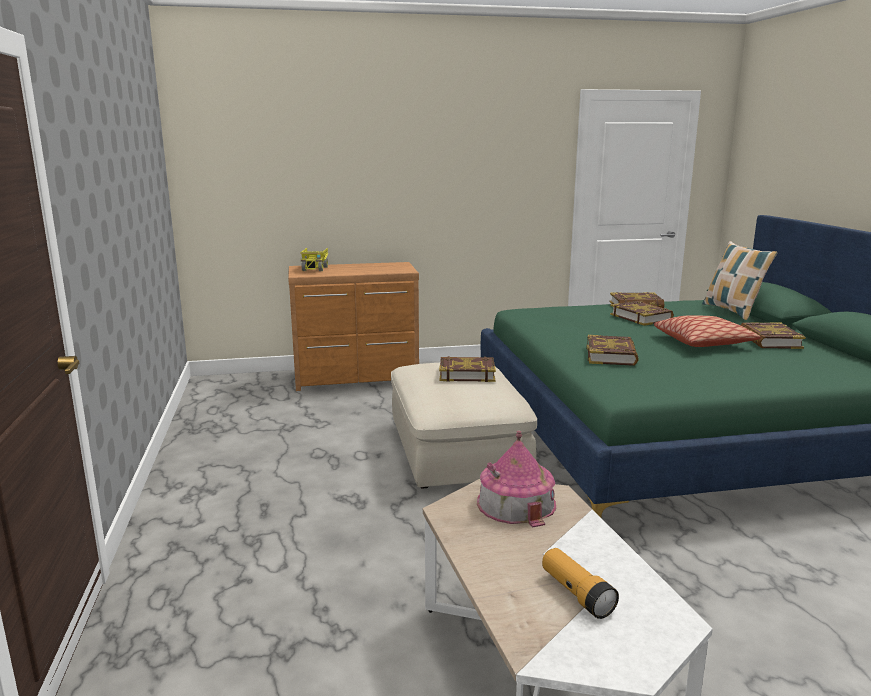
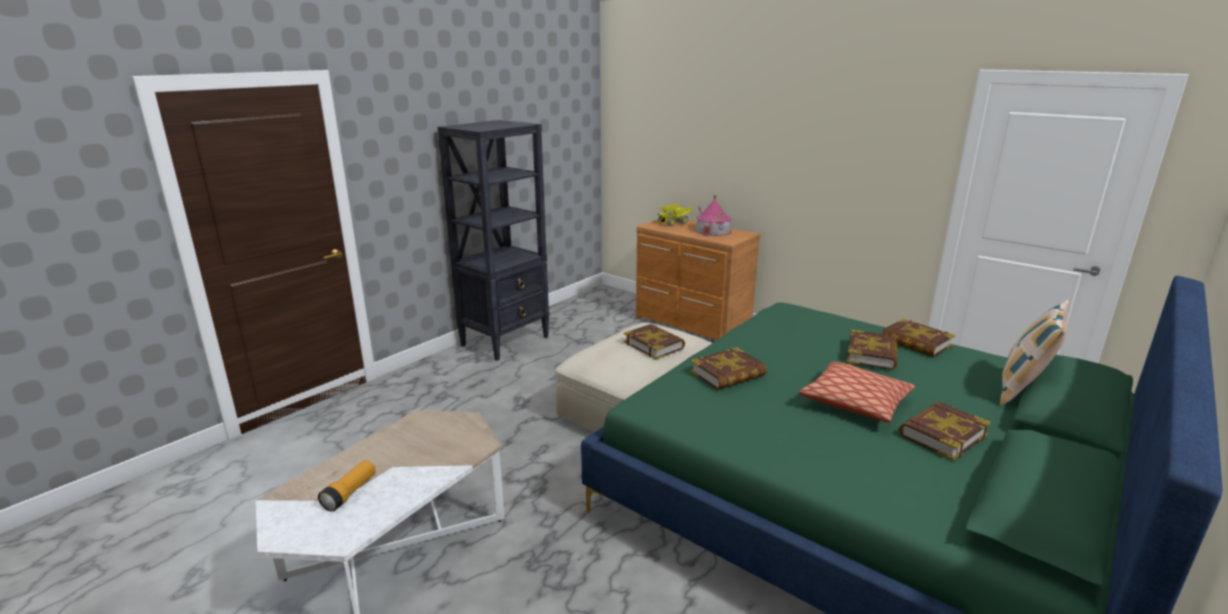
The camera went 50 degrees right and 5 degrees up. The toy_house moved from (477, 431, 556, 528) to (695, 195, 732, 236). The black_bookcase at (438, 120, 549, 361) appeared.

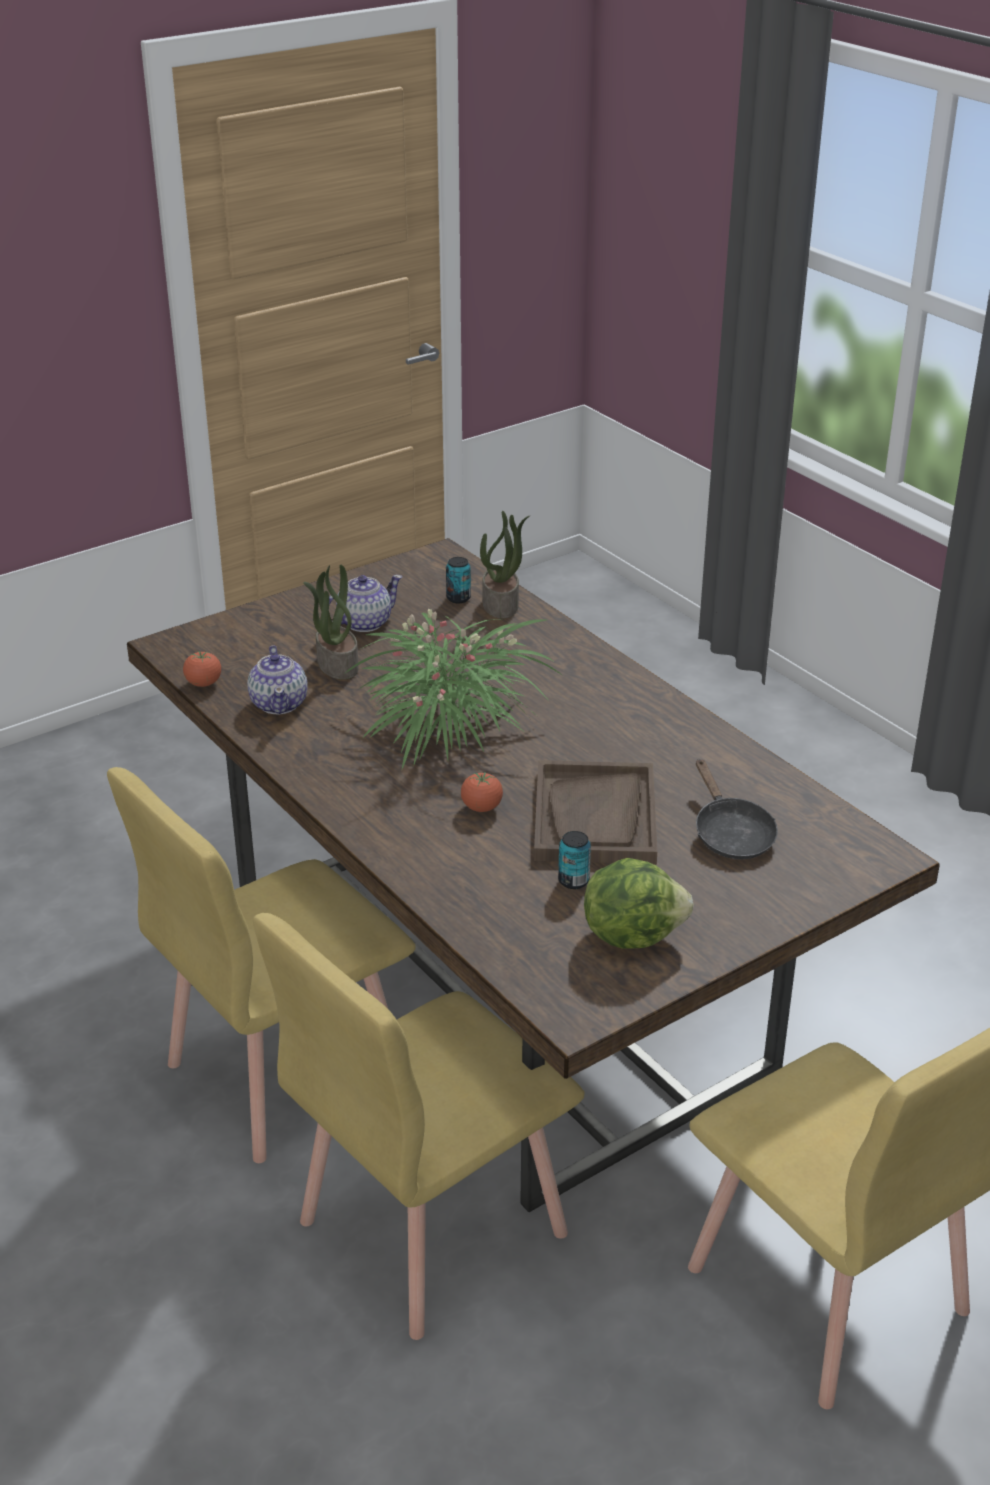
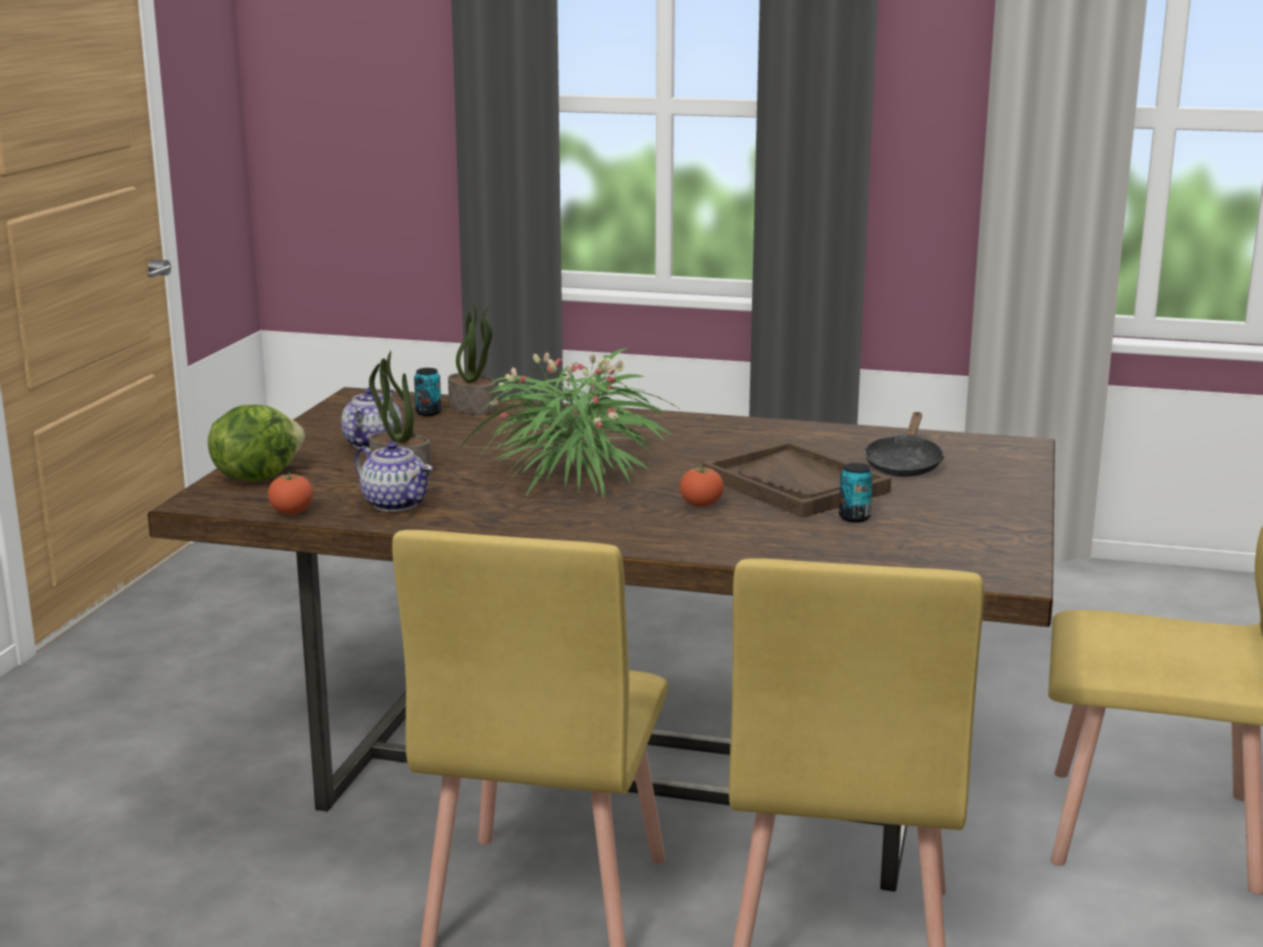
The camera went 40 degrees left and 15 degrees down. The lettuce moved from (584, 858, 694, 949) to (208, 405, 305, 482). The black_frying_pan at (696, 759, 778, 859) turned 75 degrees clockwise.

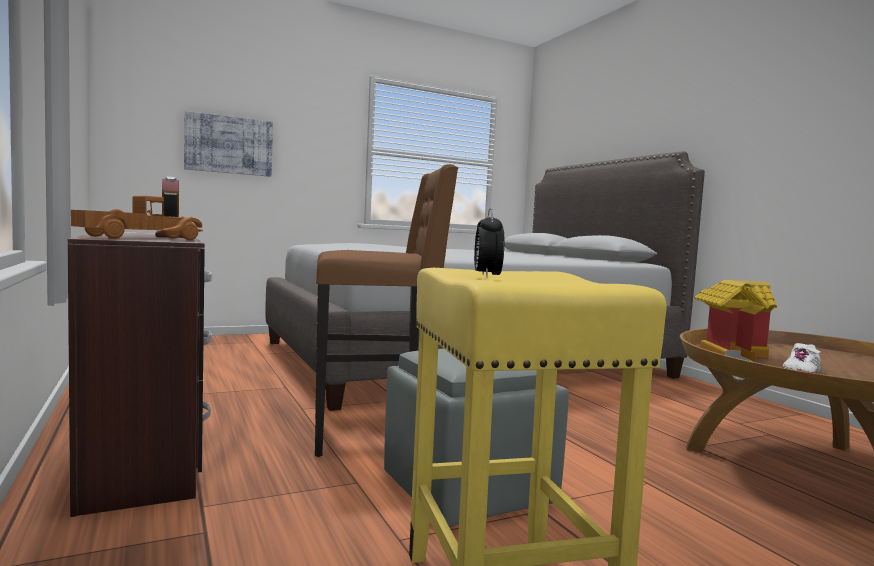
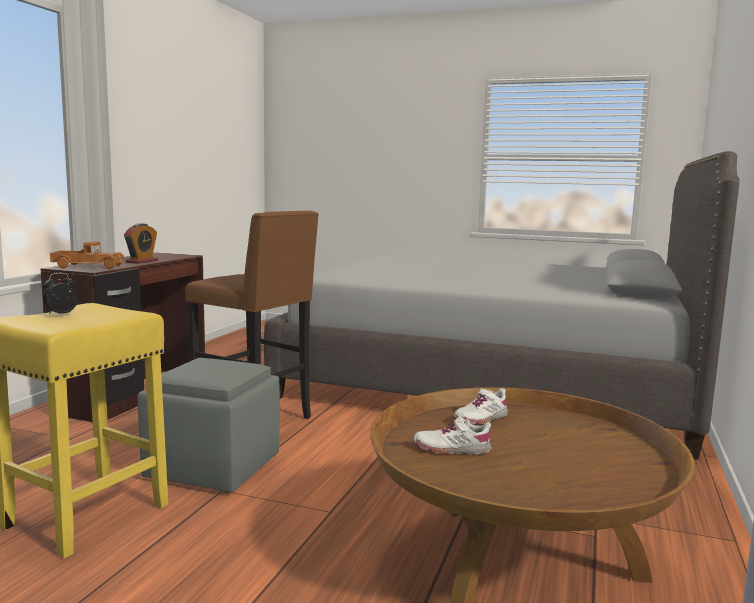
The camera went 45 degrees right and 5 degrees up. The picture at (184, 111, 273, 177) disappeared. The toy_house at (694, 280, 777, 362) was replaced by the white_shoe at (454, 388, 508, 424).

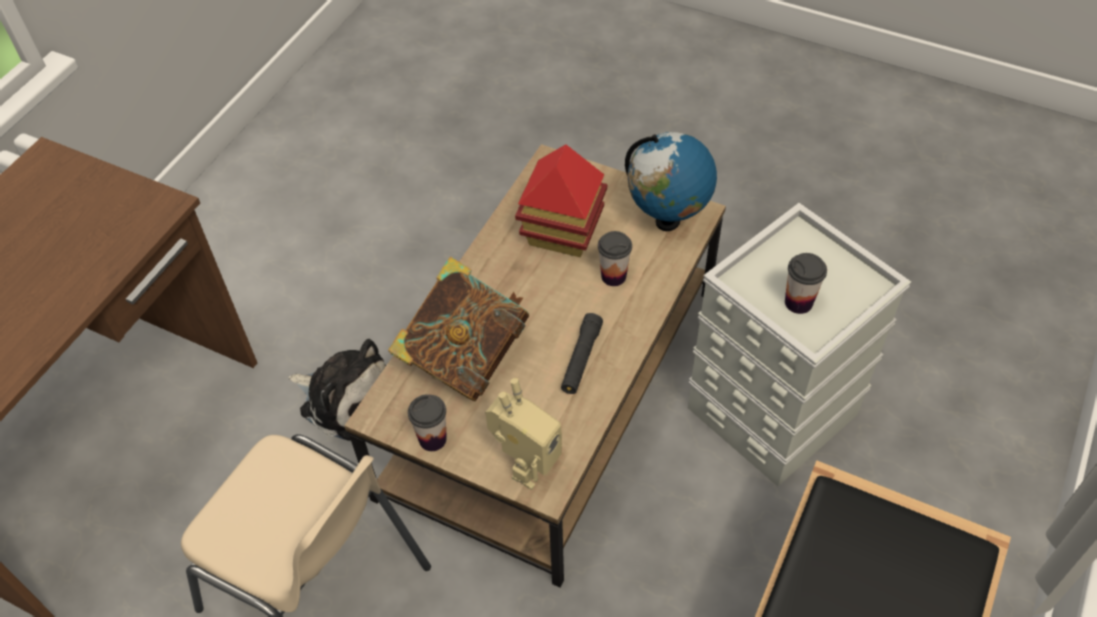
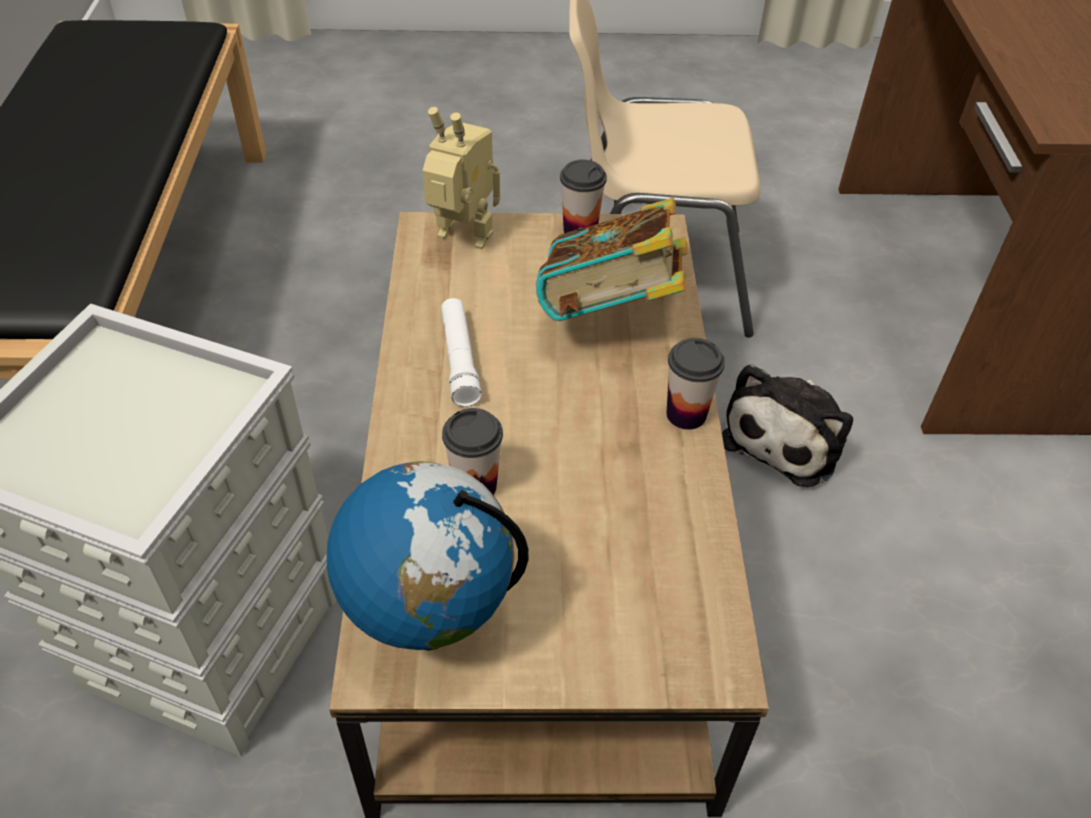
The camera went 150 degrees right and 5 degrees down. The plush_toy at (288, 339, 386, 441) turned 60 degrees counterclockwise. The toy_robot at (485, 378, 562, 490) turned 105 degrees clockwise. The toy_house at (515, 144, 607, 257) disappeared. The black_flashlight at (561, 313, 603, 394) became the white_flashlight at (441, 298, 482, 407). The cup moved from (785, 253, 827, 314) to (667, 338, 725, 430).

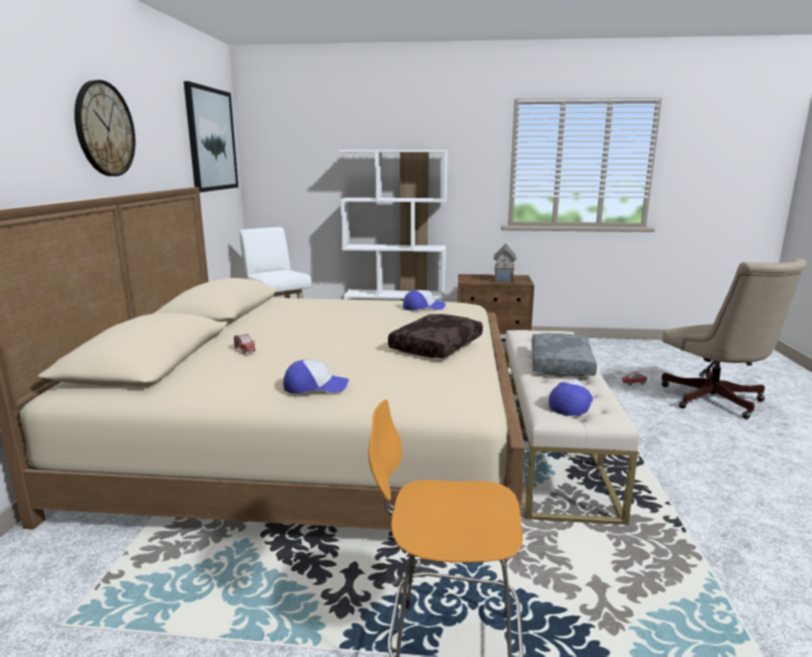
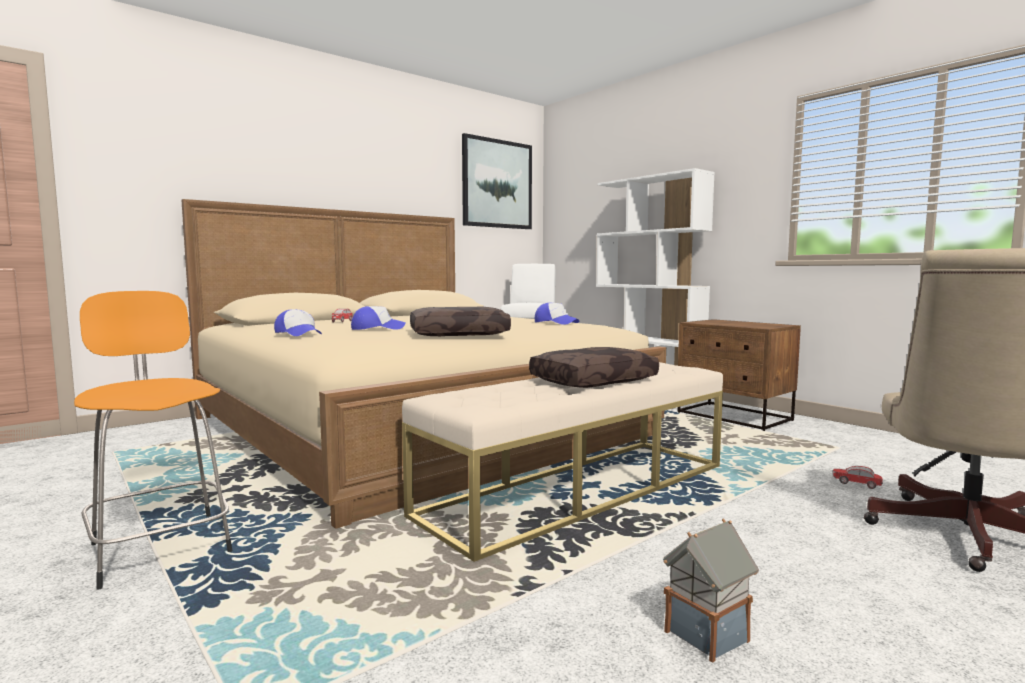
The camera went 45 degrees right and 10 degrees down. The wall_clock at (74, 80, 135, 176) disappeared. The toy_house moved from (494, 243, 516, 283) to (663, 518, 759, 663). The grey_pillow at (532, 333, 597, 376) became the brown_pillow at (529, 347, 659, 388). The cap moved from (549, 379, 593, 416) to (351, 306, 406, 330).

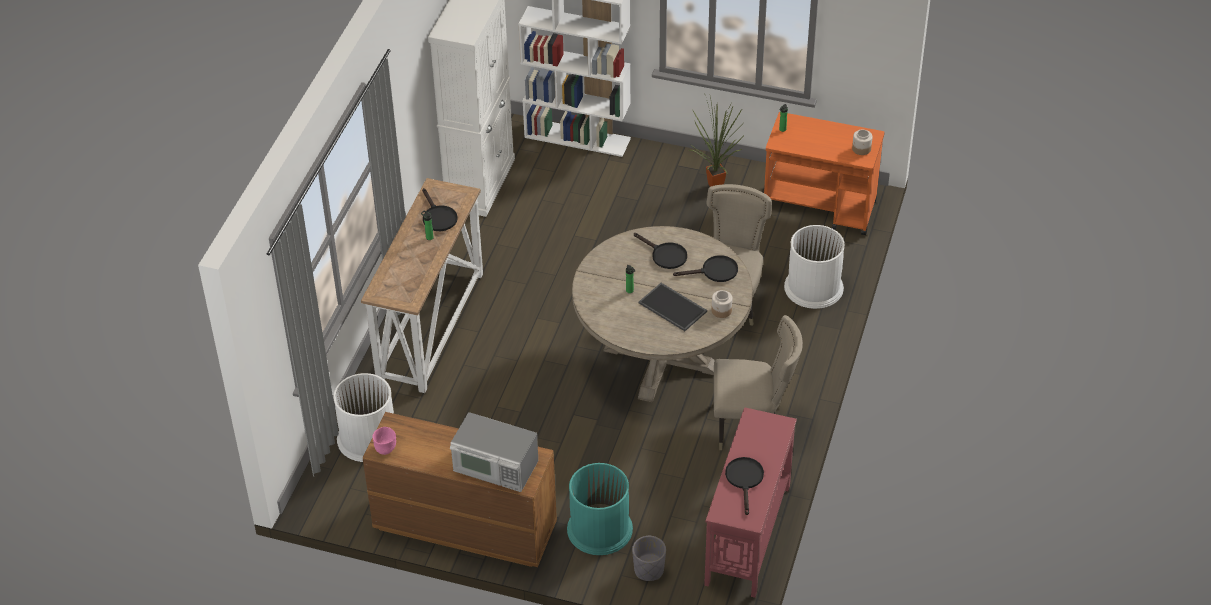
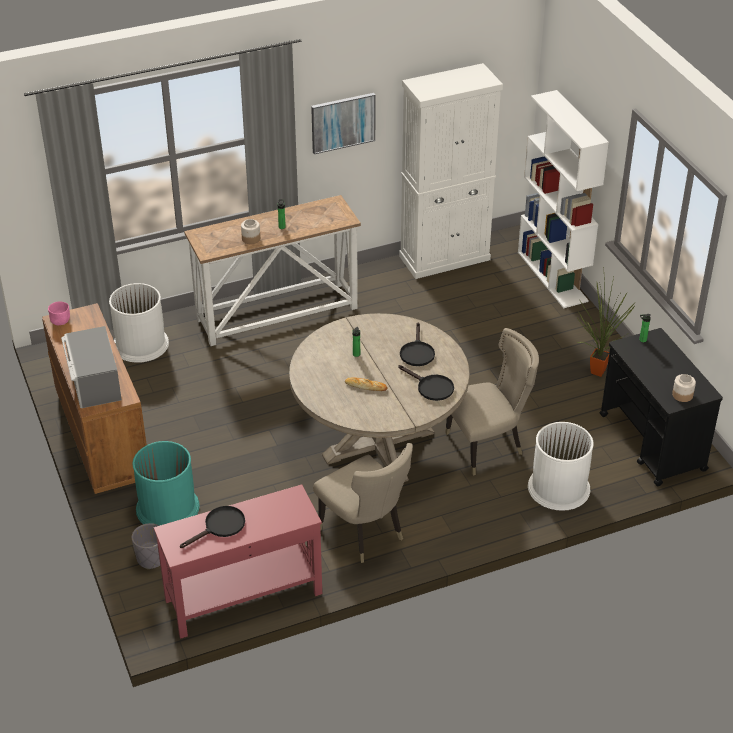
The camera went 50 degrees right and 5 degrees down. The black_frying_pan at (422, 188, 458, 231) disappeared. The tray at (639, 283, 707, 331) was replaced by the bread at (345, 378, 387, 391). The jar moved from (712, 290, 733, 318) to (241, 219, 260, 244). The orange_cart at (764, 112, 885, 236) became the black_cart at (600, 328, 723, 486). The picture at (311, 93, 376, 154) appeared.

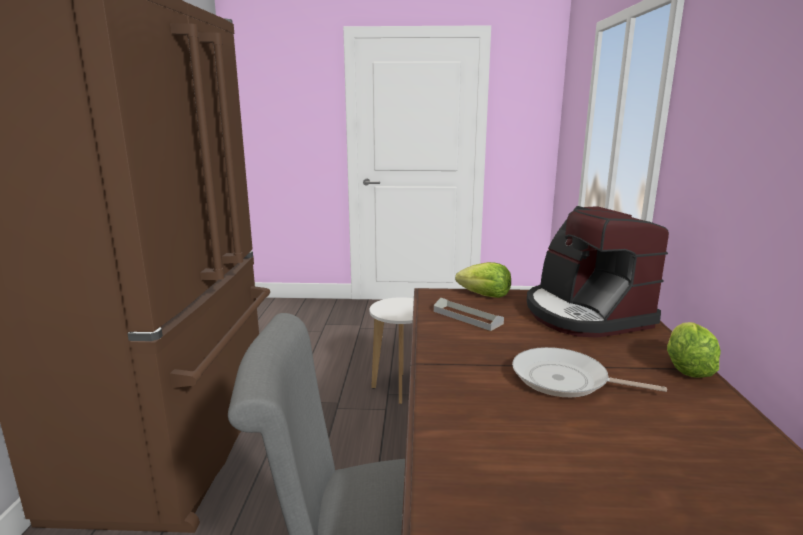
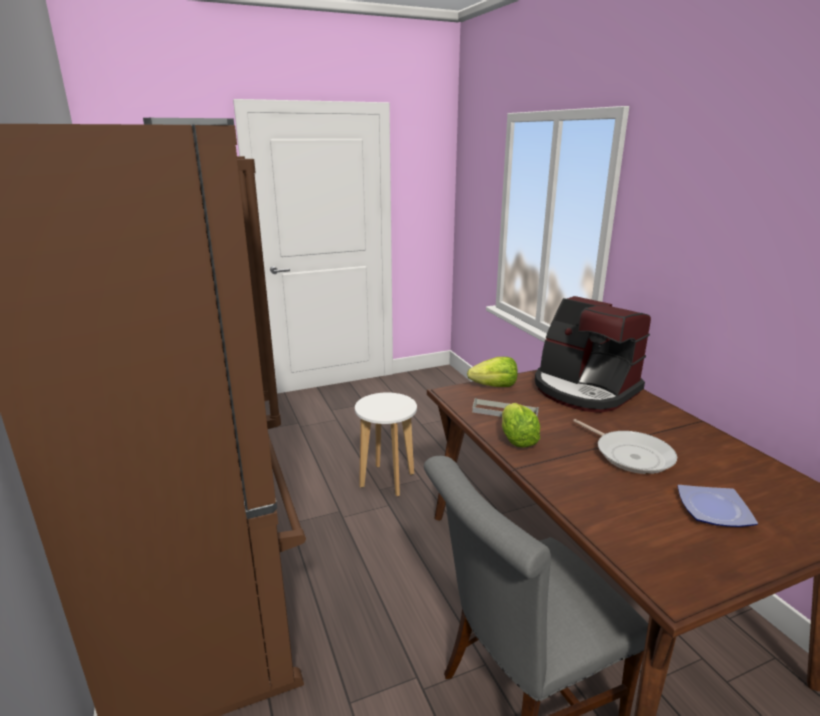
The camera went 25 degrees left and 5 degrees up. The frying_pan at (512, 347, 667, 397) turned 120 degrees counterclockwise. The lettuce moved from (667, 322, 721, 378) to (502, 403, 540, 448). The plate at (677, 485, 758, 527) appeared.

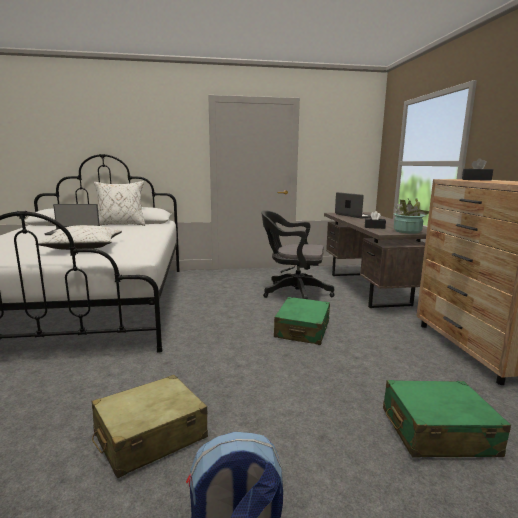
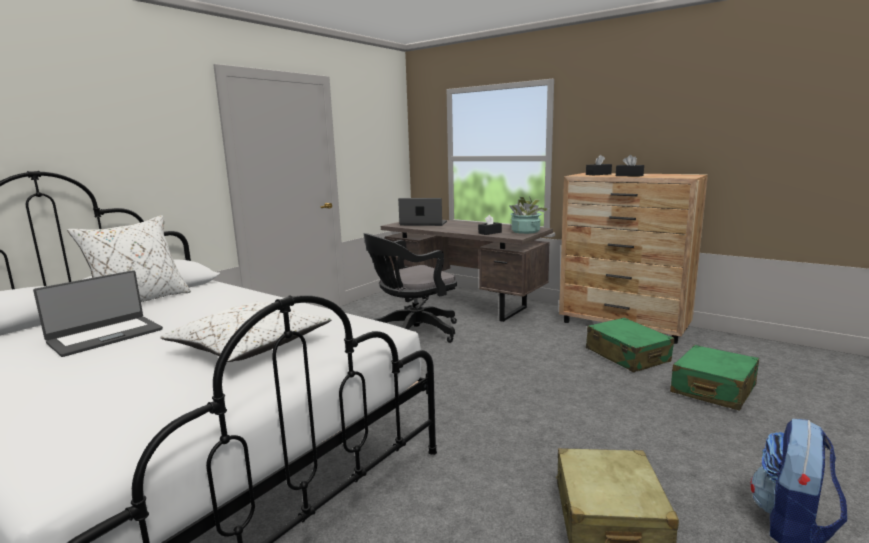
The camera went 45 degrees left and 0 degrees up. The green_suitcase moved from (274, 297, 330, 345) to (586, 317, 674, 372). The black_tissue_box at (616, 155, 644, 177) appeared.

